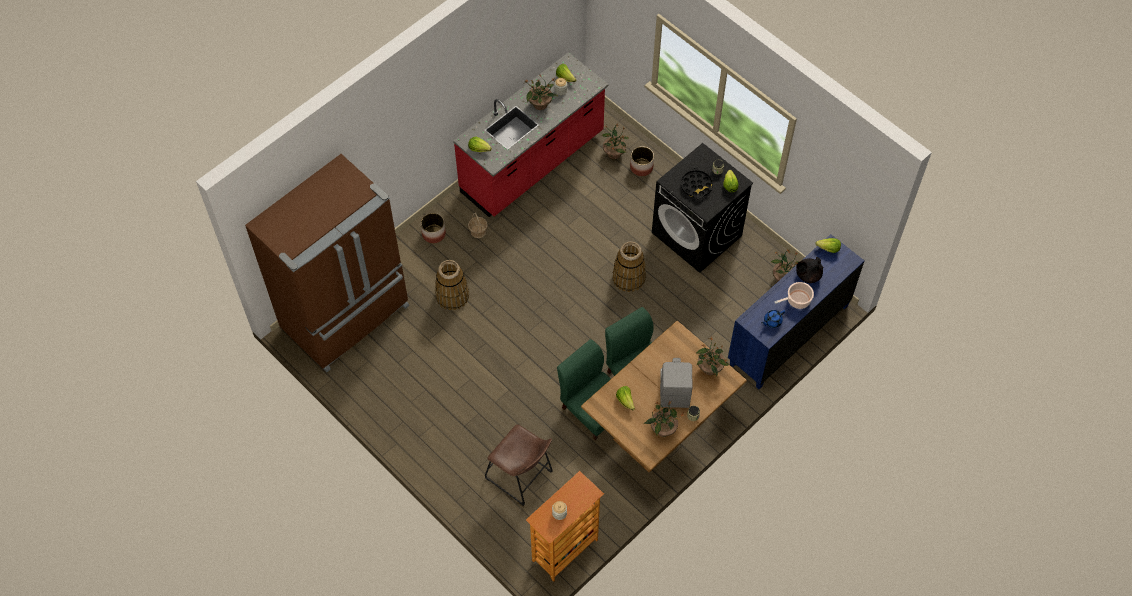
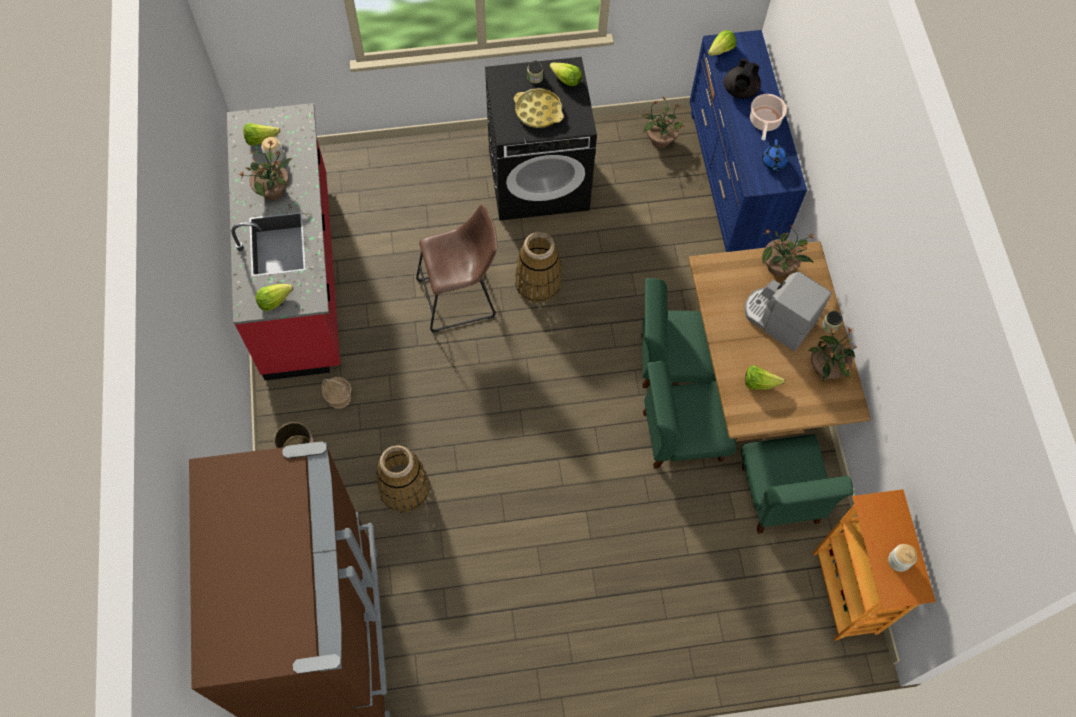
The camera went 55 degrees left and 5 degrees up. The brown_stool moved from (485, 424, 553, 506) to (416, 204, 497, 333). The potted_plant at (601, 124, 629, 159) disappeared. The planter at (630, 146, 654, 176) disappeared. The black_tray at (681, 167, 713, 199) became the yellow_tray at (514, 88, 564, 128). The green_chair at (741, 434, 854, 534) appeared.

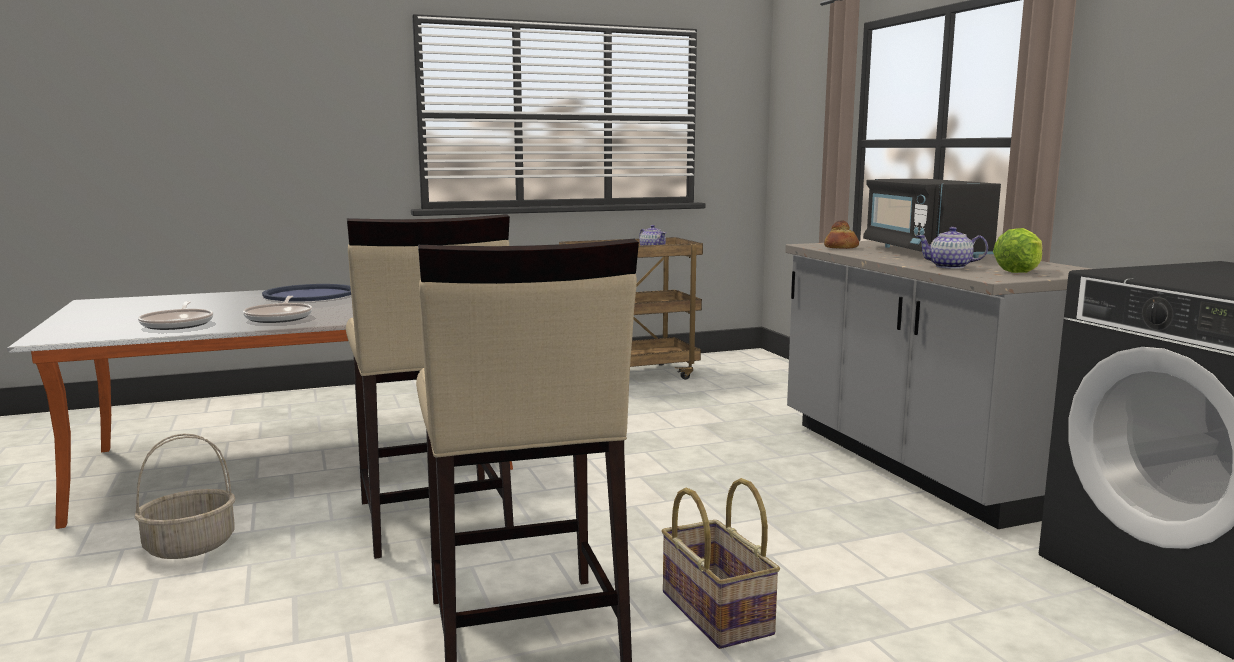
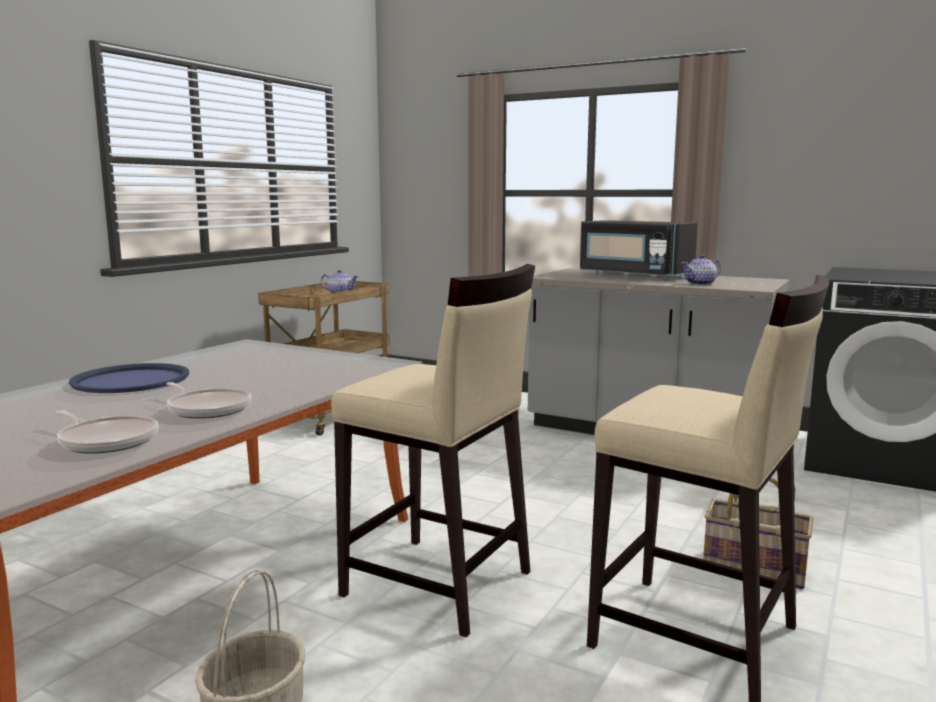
The camera went 40 degrees left and 0 degrees up. The bread at (824, 220, 859, 249) disappeared. The lettuce at (993, 228, 1043, 273) disappeared.

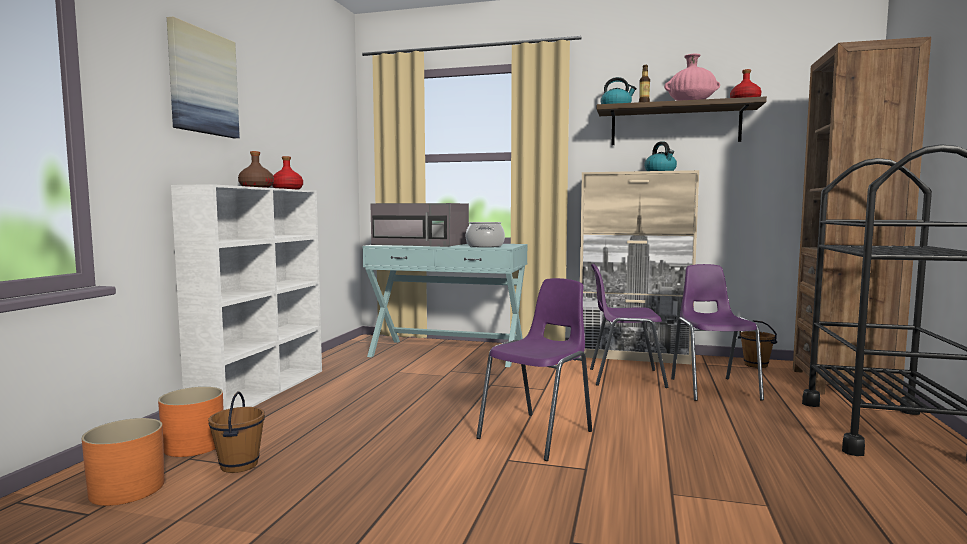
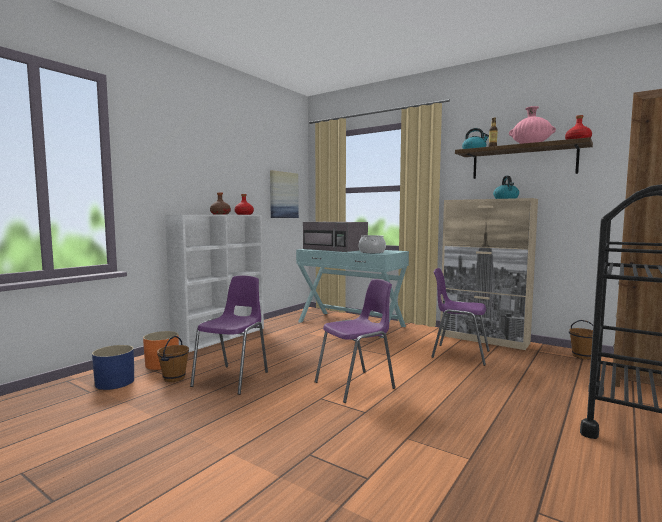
The camera went 20 degrees right and 0 degrees up. The orange_planter at (82, 418, 164, 506) became the blue_planter at (92, 345, 134, 390). The picture moved from (167, 17, 240, 138) to (270, 170, 299, 218). The purple_chair moved from (671, 264, 764, 401) to (190, 275, 268, 395).

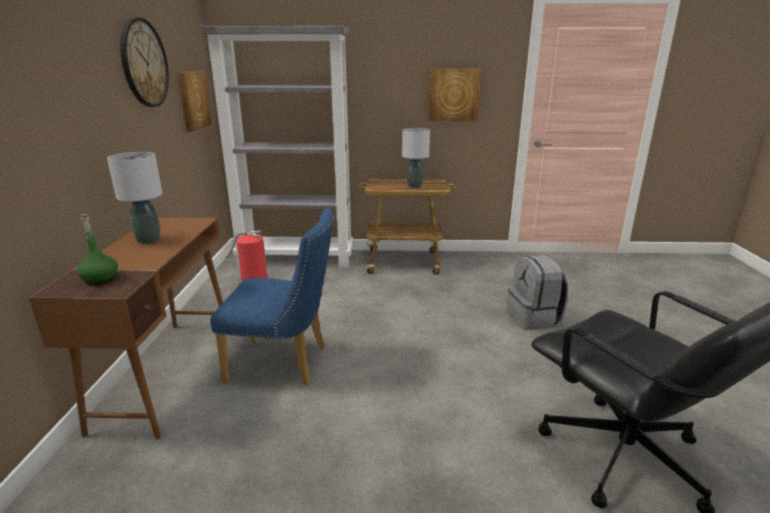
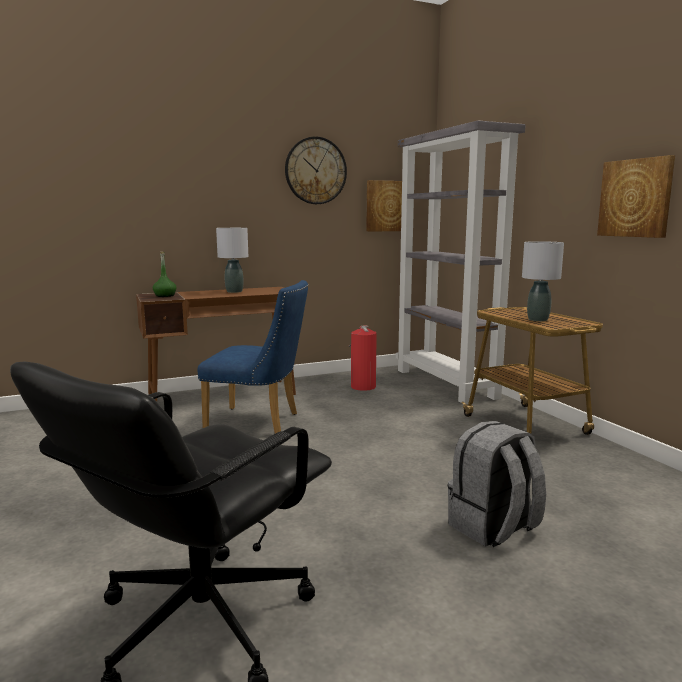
The camera went 65 degrees right and 10 degrees down. The blue_chair at (210, 208, 334, 386) turned 60 degrees counterclockwise.

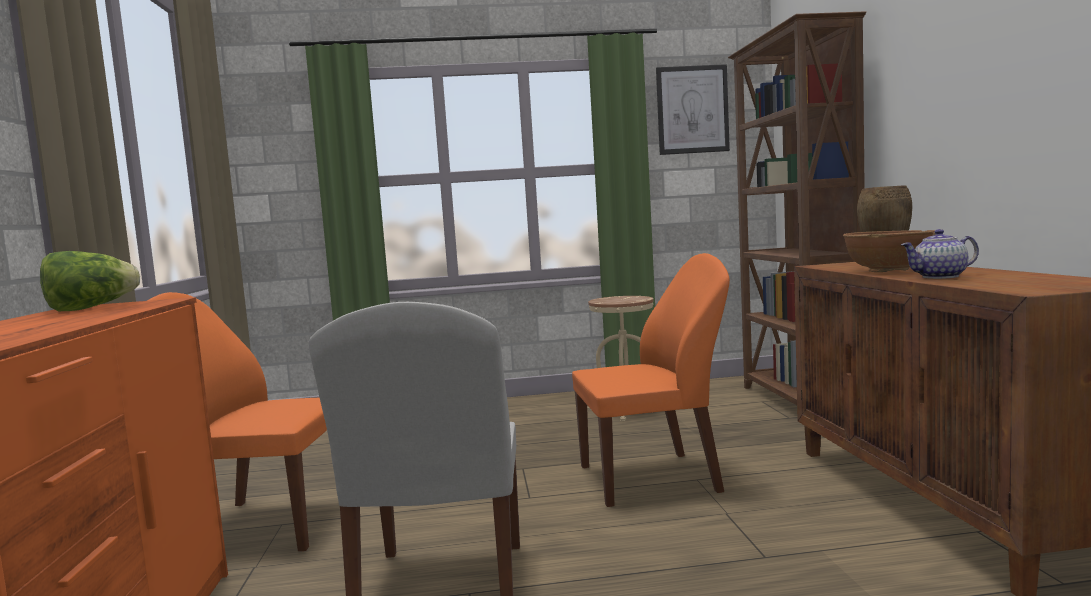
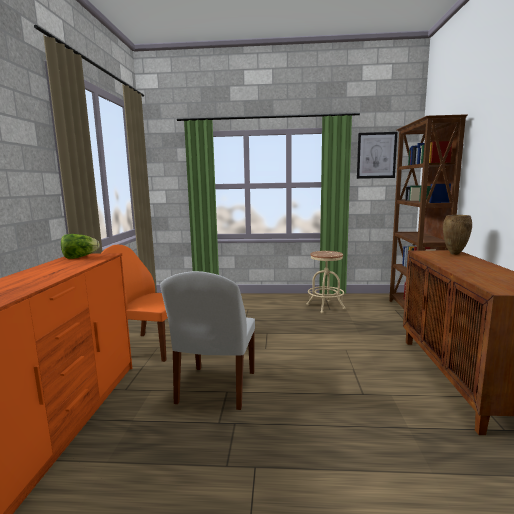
The camera went 10 degrees right and 5 degrees up. The orange_chair at (572, 253, 730, 507) disappeared. The brown_bowl at (843, 230, 936, 272) disappeared. The teapot at (901, 229, 979, 279) disappeared.

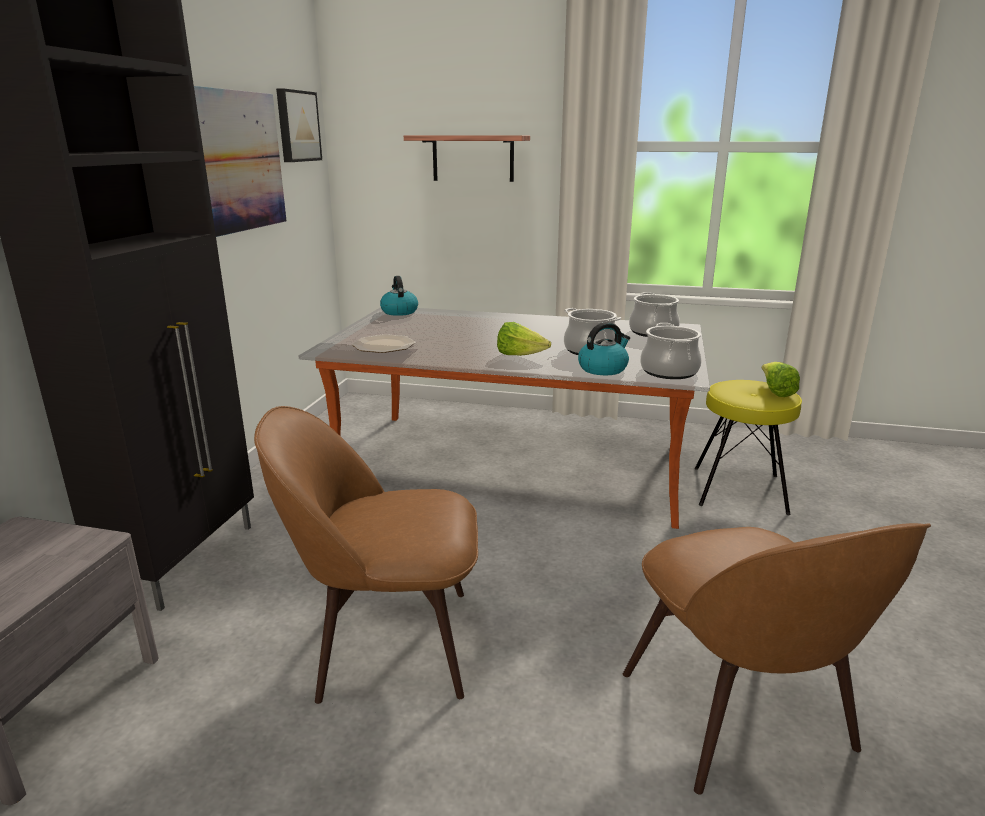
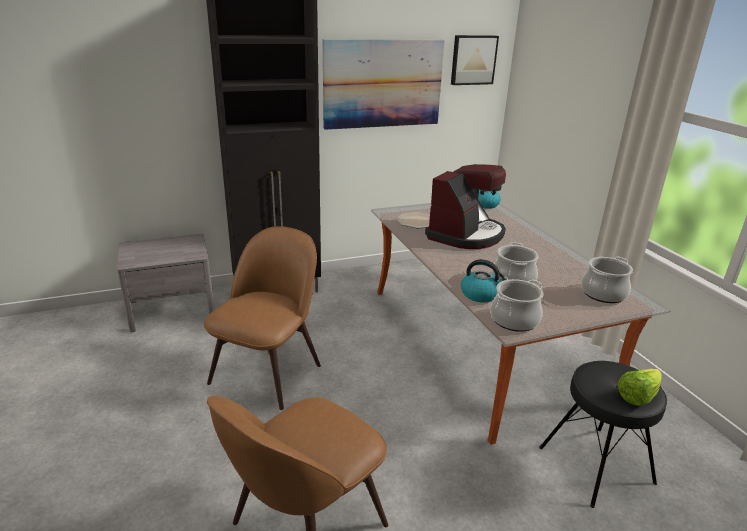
The camera went 55 degrees right and 5 degrees up. The brown_chair at (254, 406, 478, 704) turned 60 degrees clockwise. The shelf at (404, 136, 530, 182) disappeared. The lettuce at (497, 322, 551, 356) disappeared. The yellow_stool at (695, 380, 802, 515) became the black_stool at (539, 361, 667, 508). The coffee_machine at (425, 164, 506, 249) appeared.

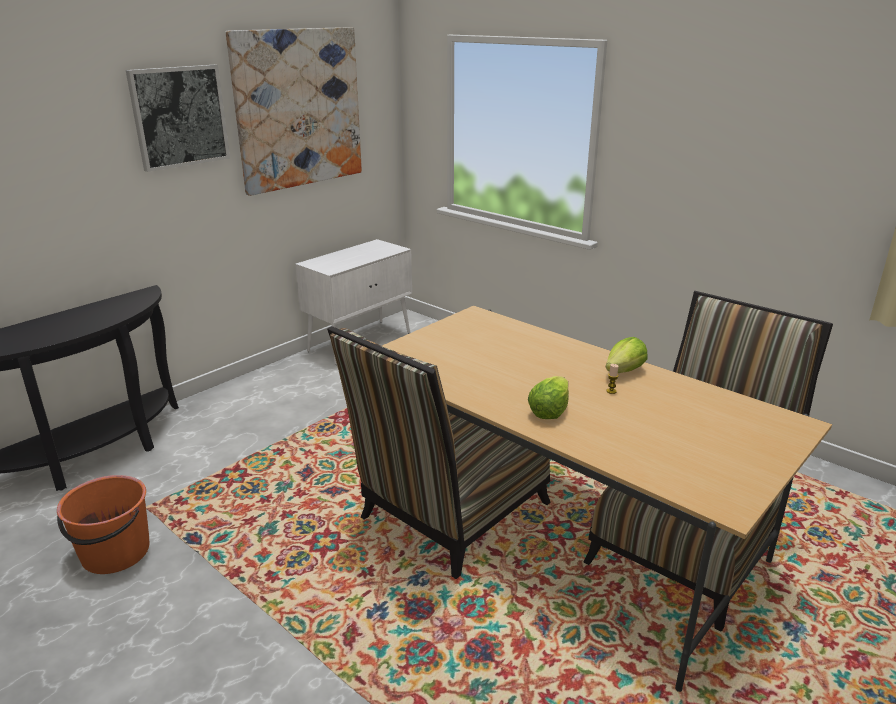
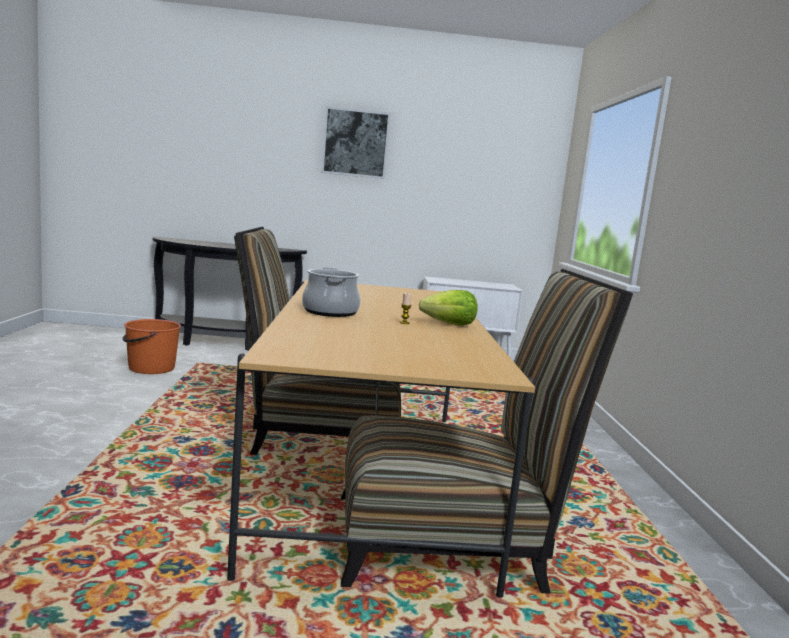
The camera went 45 degrees right and 15 degrees down. The picture at (226, 27, 362, 196) disappeared. The lettuce at (528, 376, 569, 419) was replaced by the cooking_pot at (302, 267, 361, 317).

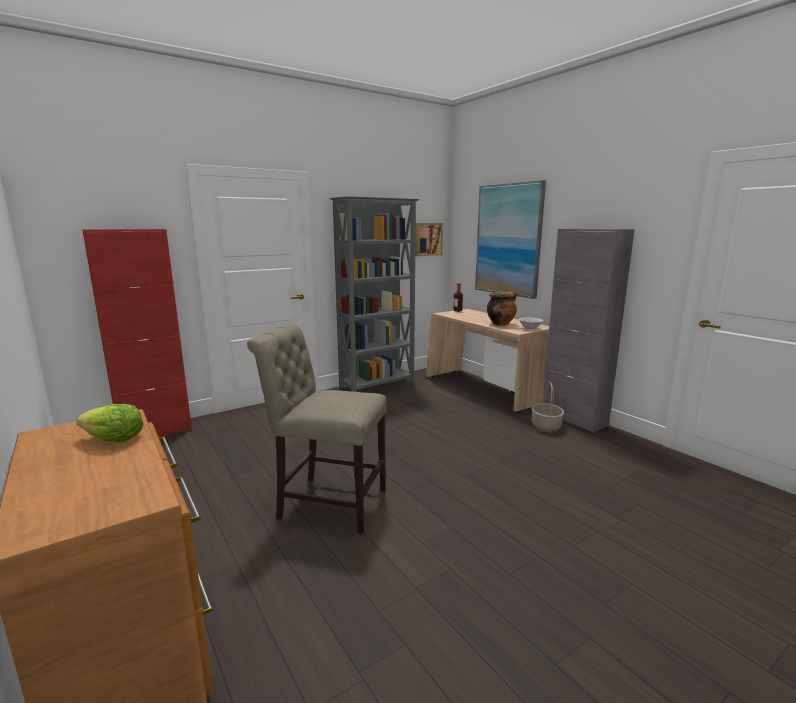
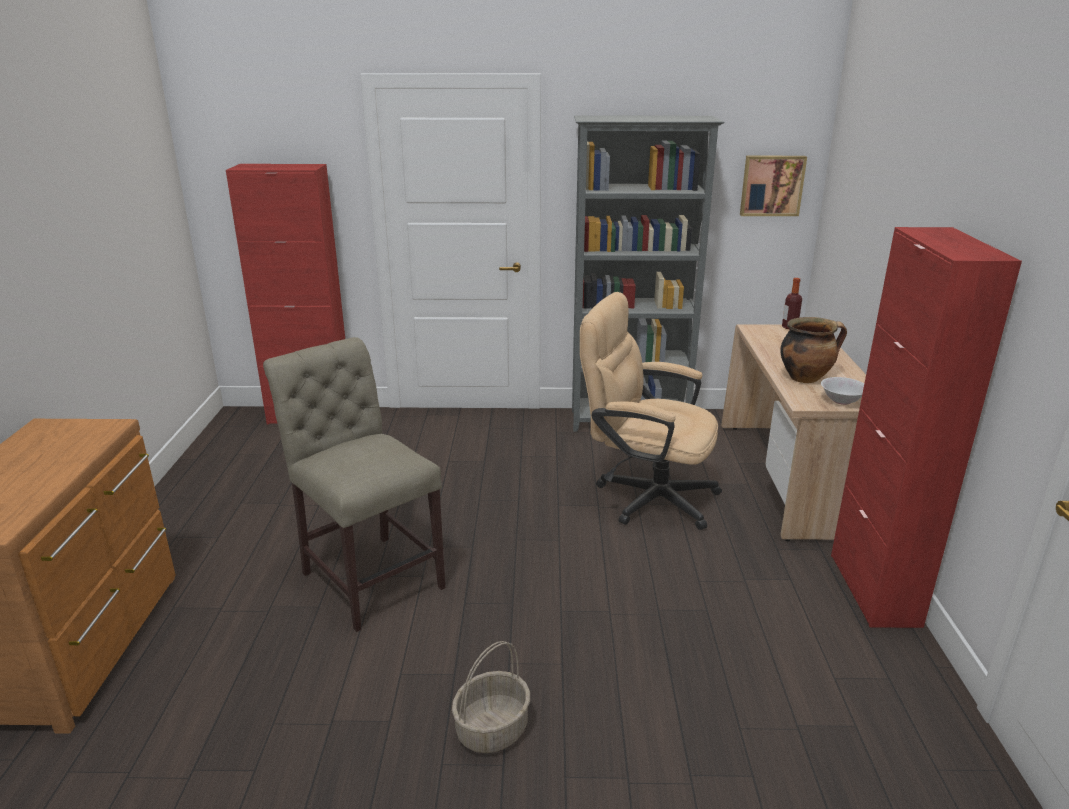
The camera went 35 degrees right and 10 degrees up. The lettuce at (76, 404, 143, 442) disappeared. The picture at (475, 180, 546, 299) disappeared. The basket moved from (532, 381, 564, 431) to (452, 641, 530, 753). The grey_cabinet at (543, 229, 635, 433) became the red_cabinet at (831, 227, 1022, 628). The beige_office_chair at (580, 292, 722, 530) appeared.

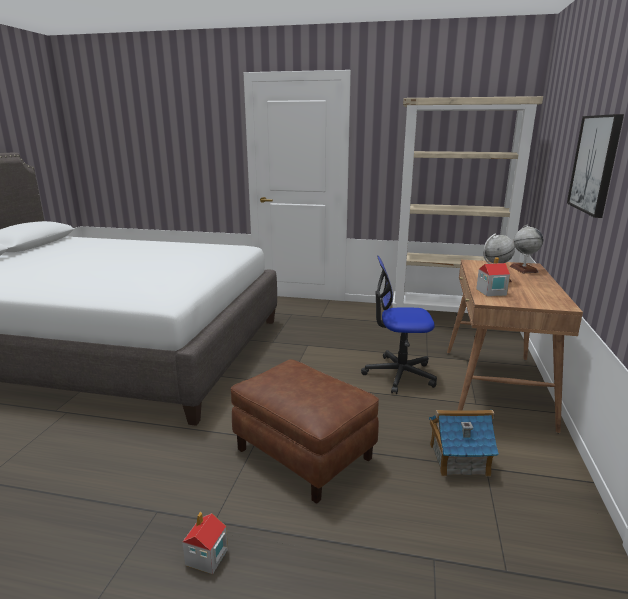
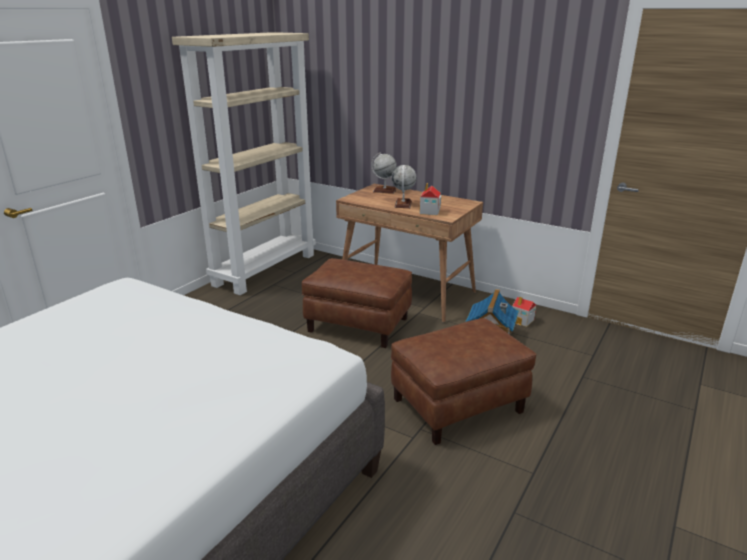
The camera went 70 degrees left and 5 degrees up. The toy_house moved from (182, 512, 228, 574) to (512, 297, 536, 327). The office_chair at (361, 256, 437, 394) was replaced by the brown_ottoman at (302, 258, 412, 348). The picture at (567, 114, 624, 218) disappeared.

